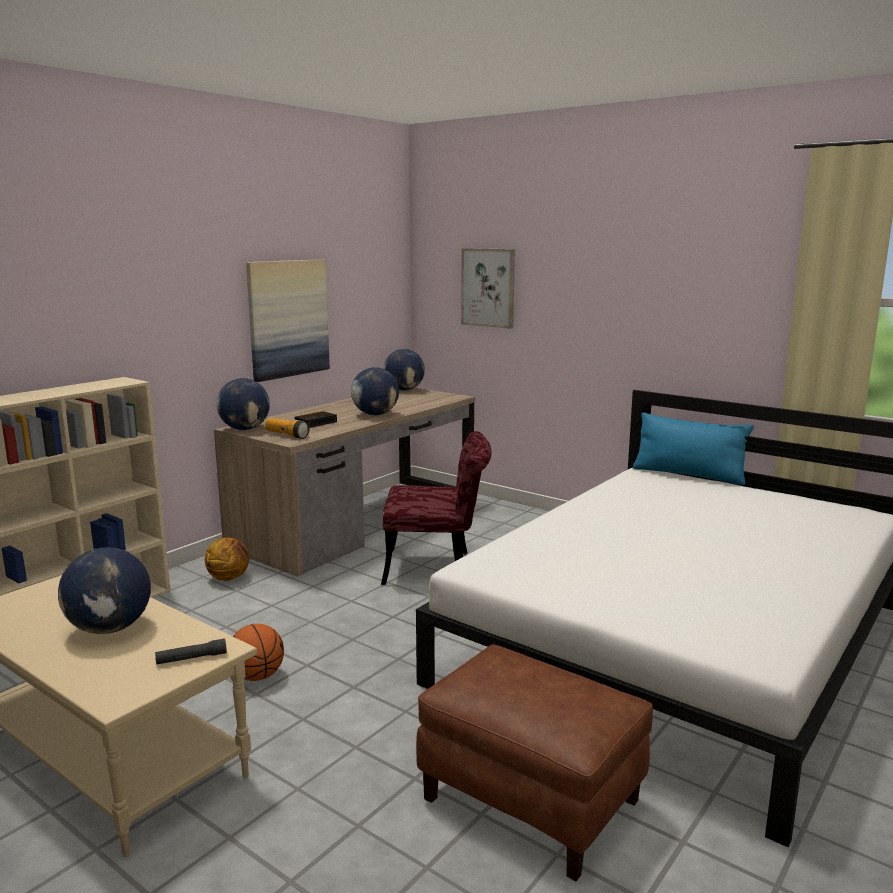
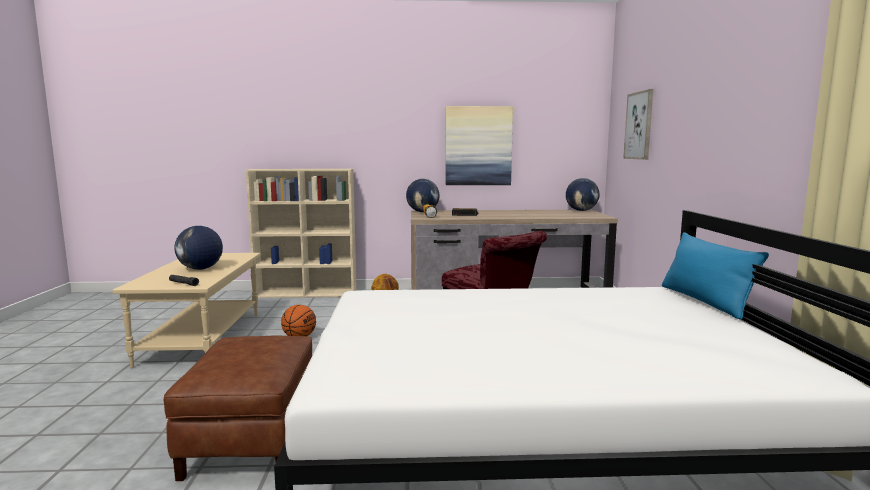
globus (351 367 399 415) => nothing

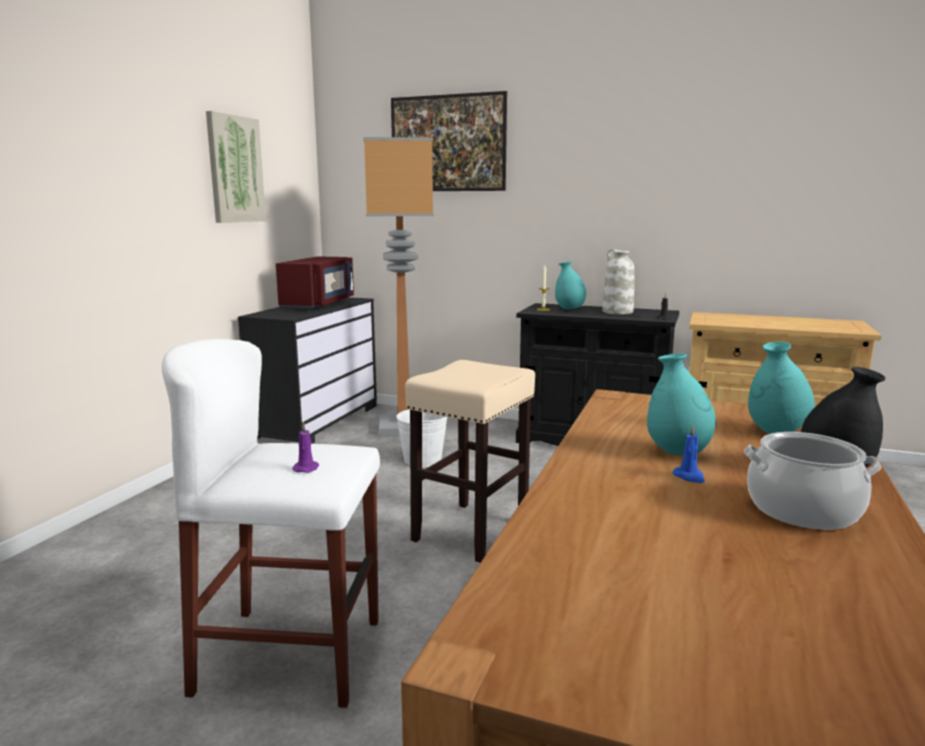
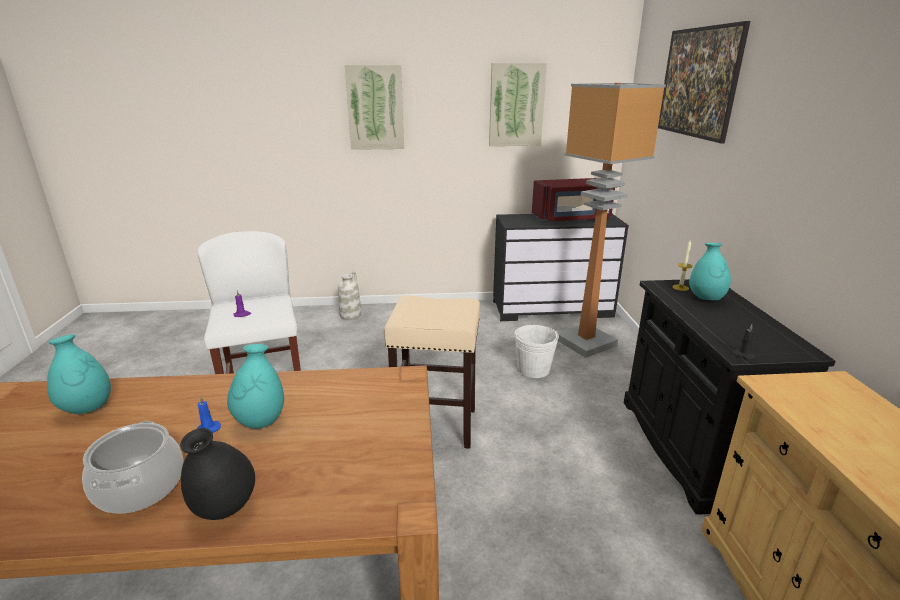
wazon/biały (602 248 635 314) => wazon/biały (338 271 361 320), move
wazon/turkusowy (748 342 815 434) => wazon/turkusowy (47 334 111 414), move
nothing => obraz (345 65 404 150)

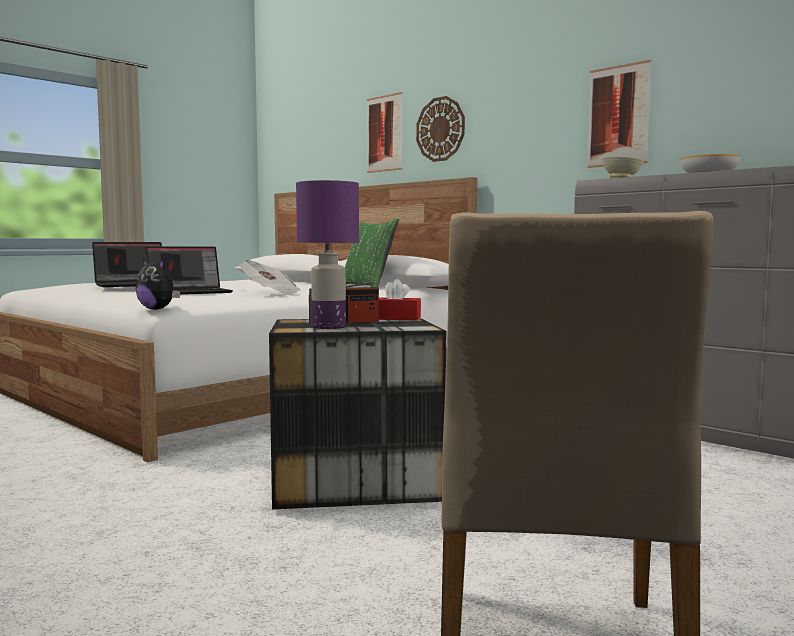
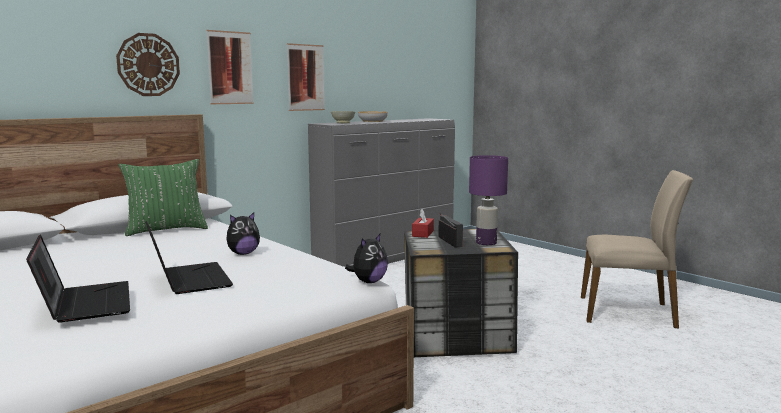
gazeta (240 260 301 296) => pluszak (226 212 260 255)
obraz (367 92 402 173) => obraz (206 30 254 104), move

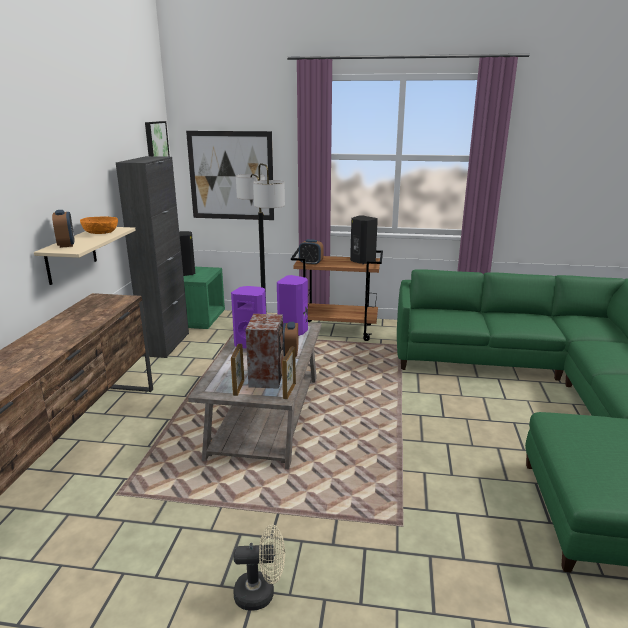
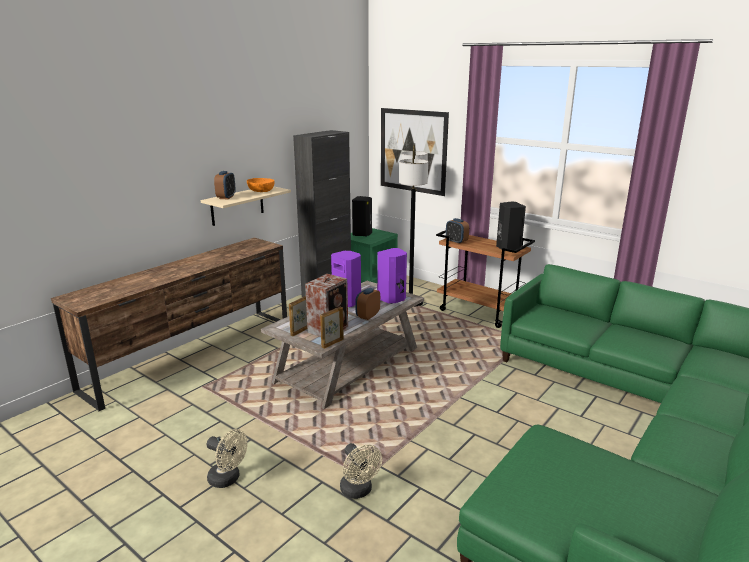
obraz (145 121 170 157) => nothing
nothing => wentylator/beżowy (340 443 382 499)

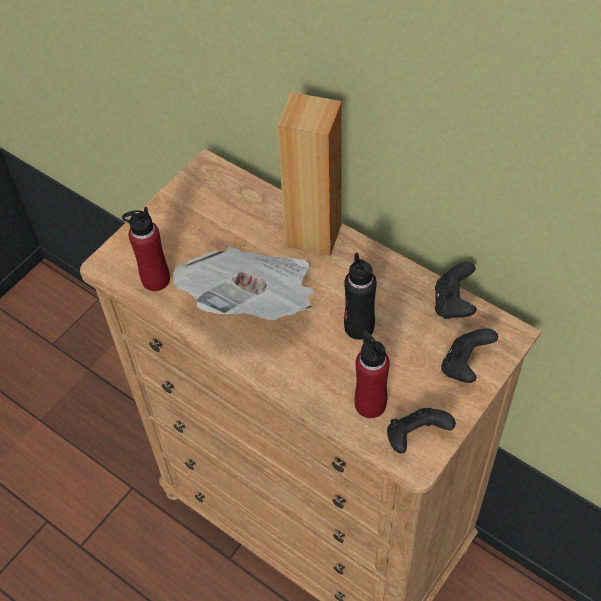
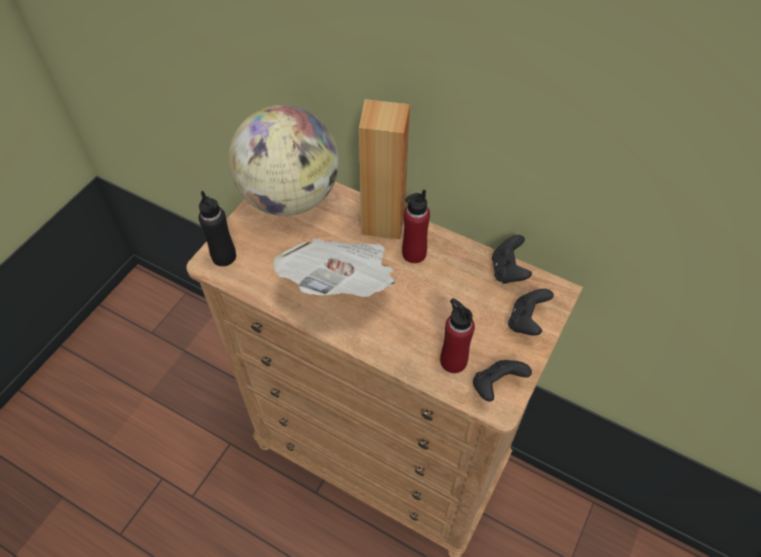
butelka/czerwony (122 207 170 291) => butelka/czerwony (402 189 430 263), move
butelka/czarny (344 253 377 340) => butelka/czarny (198 191 236 266), move
nothing => globus (228 105 339 216)

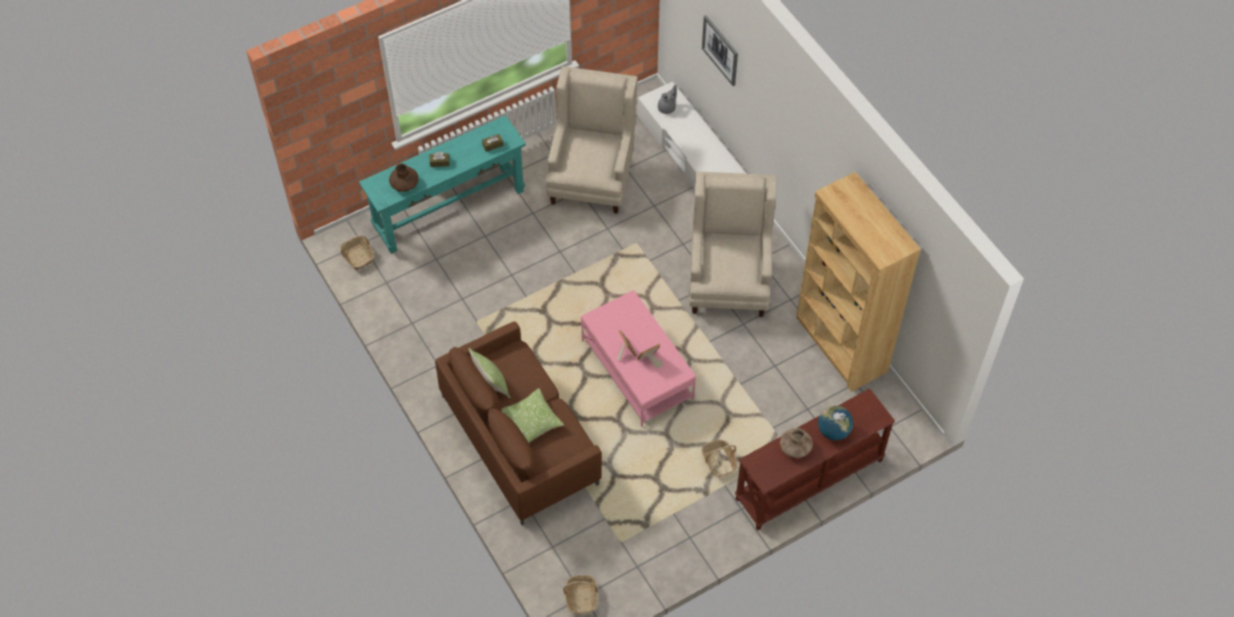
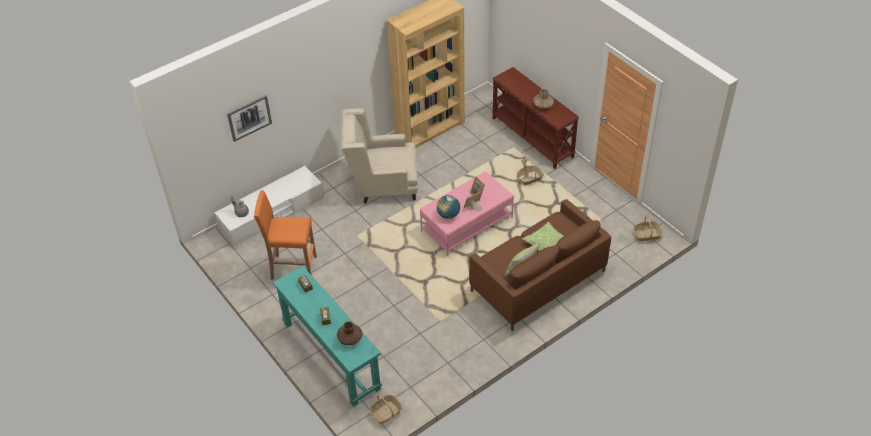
fotel/beżowy (546 66 638 214) => stołek/pomarańczowy (254 190 317 280)
globus (818 406 853 440) => globus (437 195 460 219), move

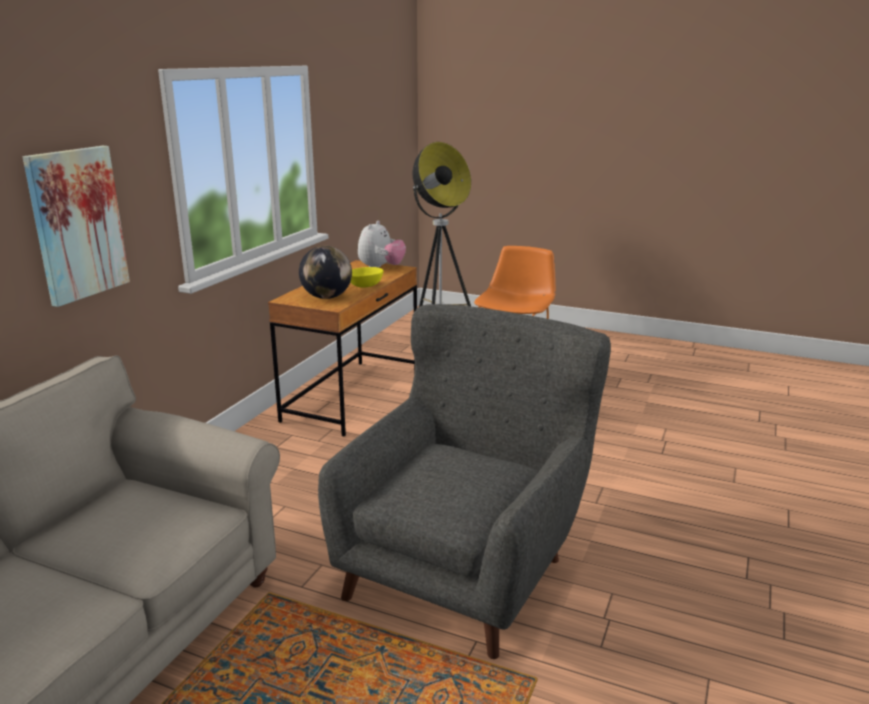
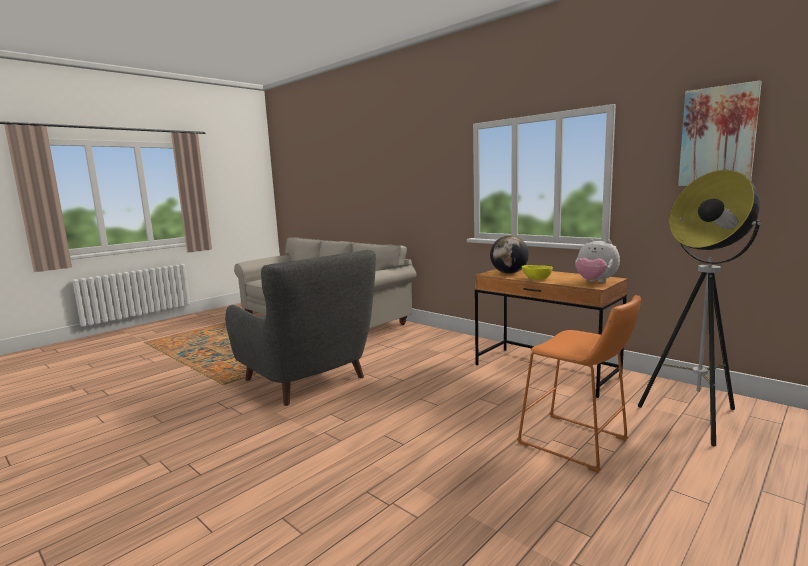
obraz (23 146 130 307) => obraz (678 80 762 186), move

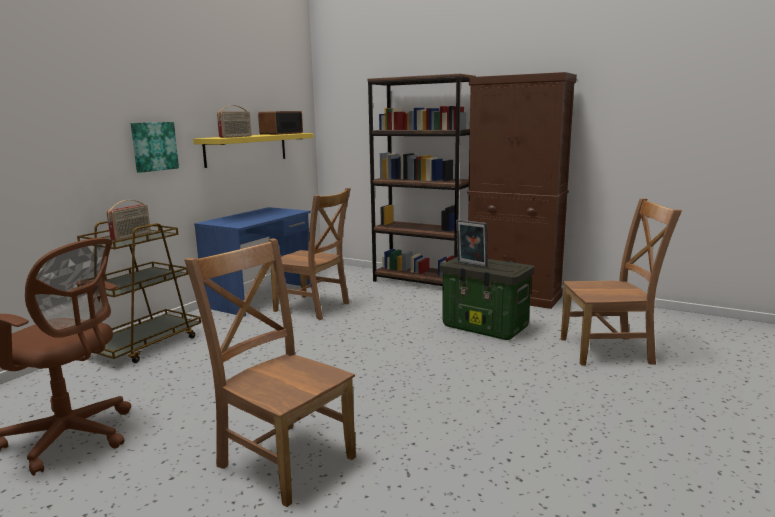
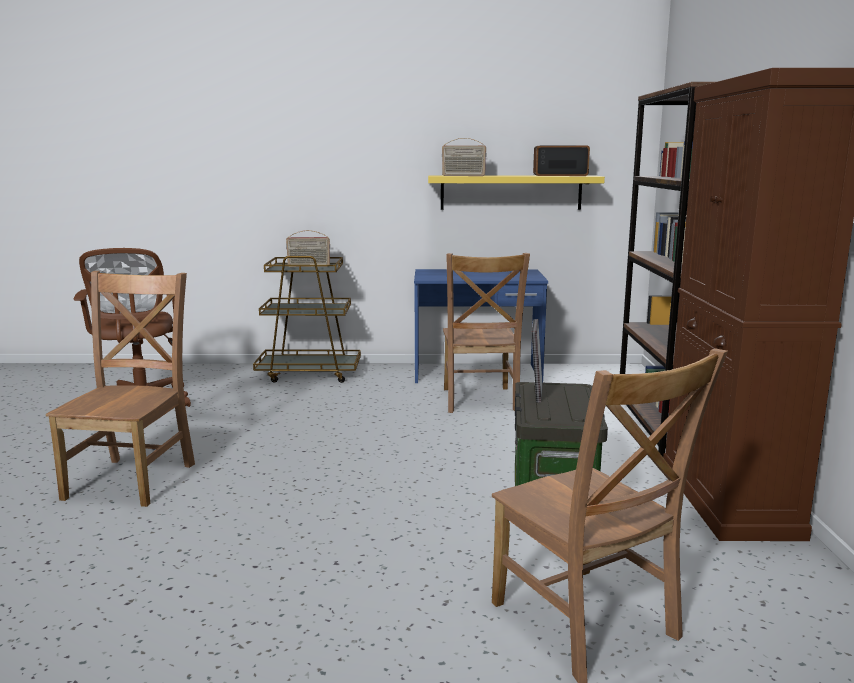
obraz (131 122 179 173) => nothing

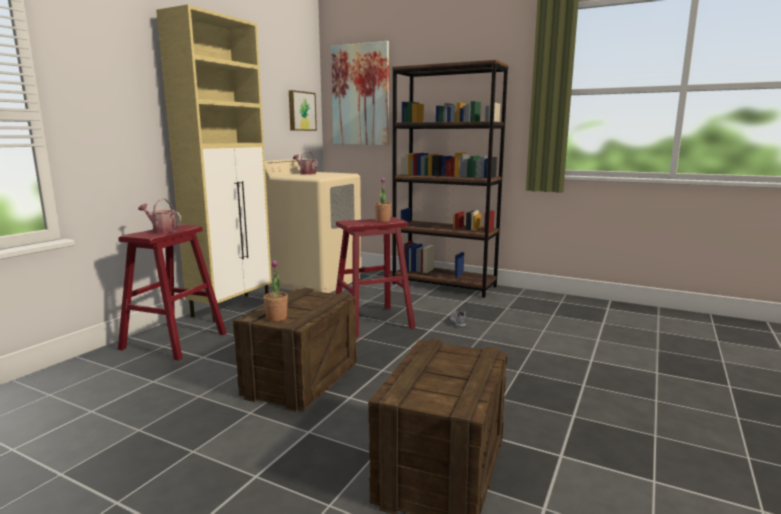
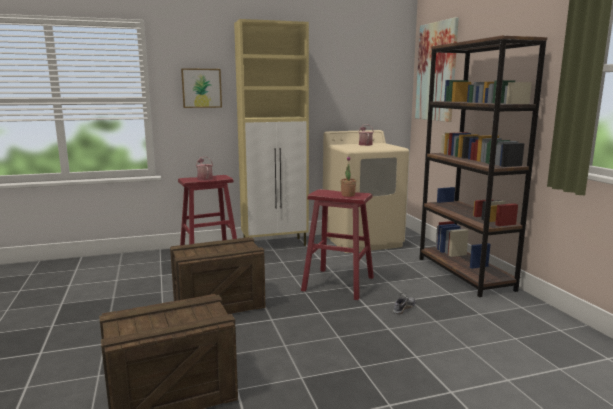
roślina doniczkowa (263 260 288 322) => nothing
obraz (289 90 317 131) => obraz (181 68 222 108), move

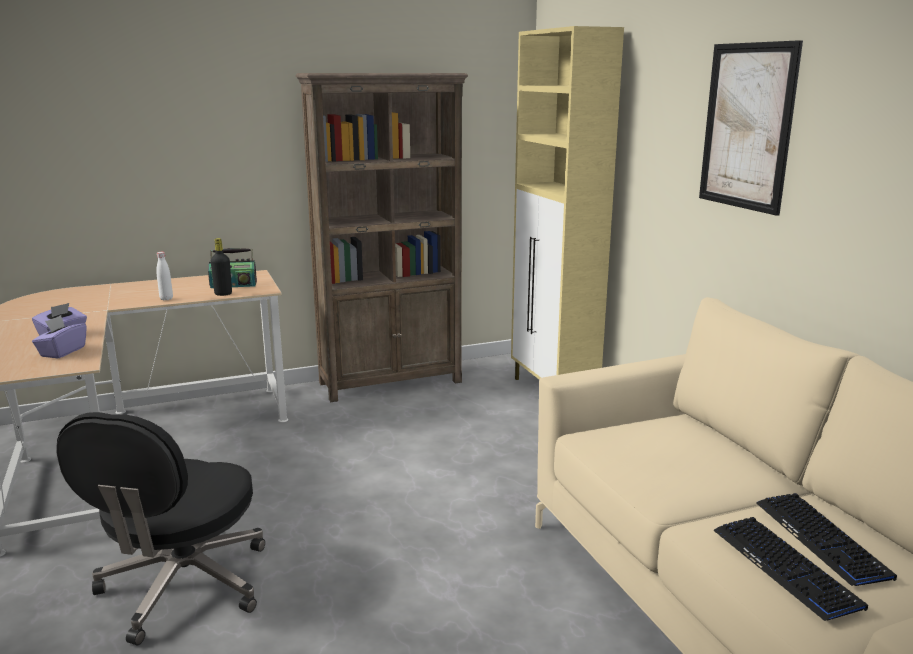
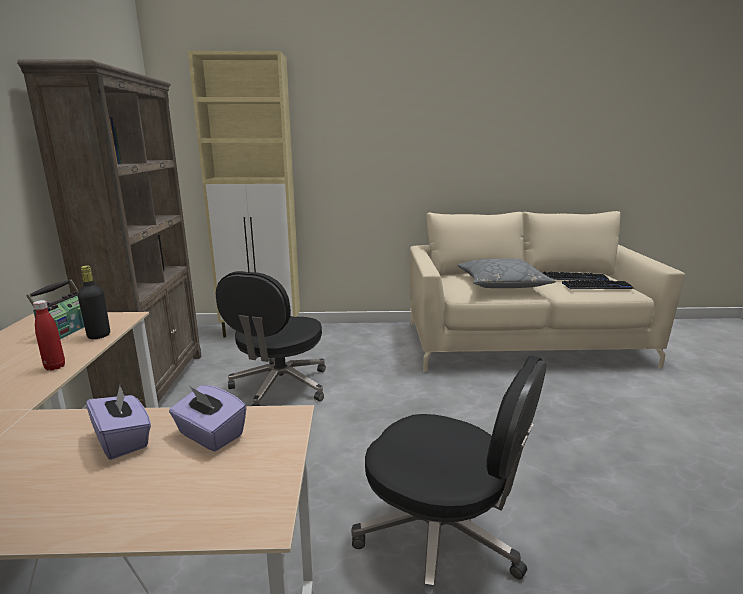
butelka/biały (156 252 173 300) => butelka/czerwony (33 300 65 371)
obraz (699 40 803 216) => nothing
nothing => krzesło biurowe/czarny (216 271 326 406)
nothing => poduszka/szary (457 259 556 288)

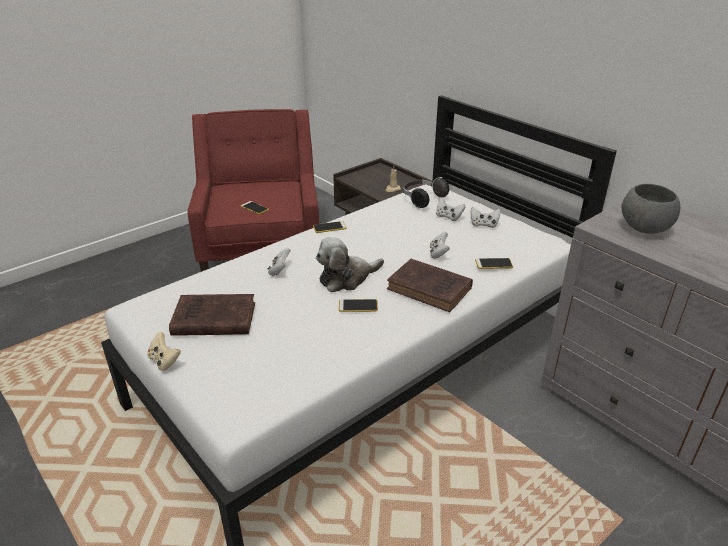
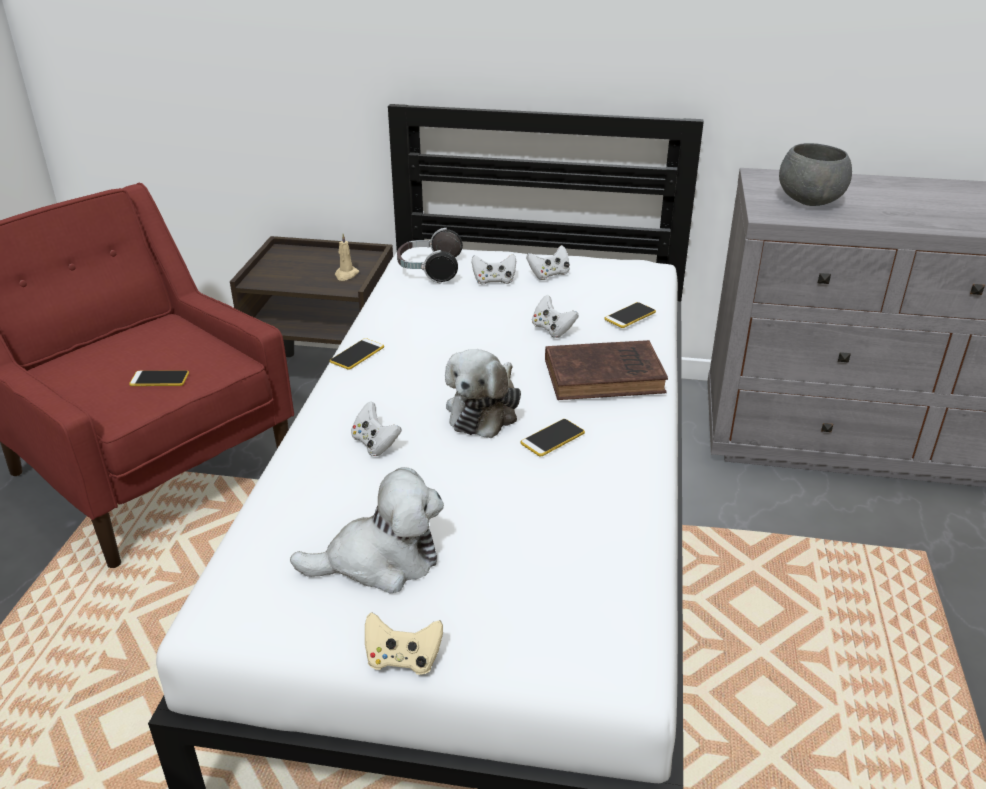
książka/brązowy (169 294 255 336) => pluszak (290 467 444 594)

